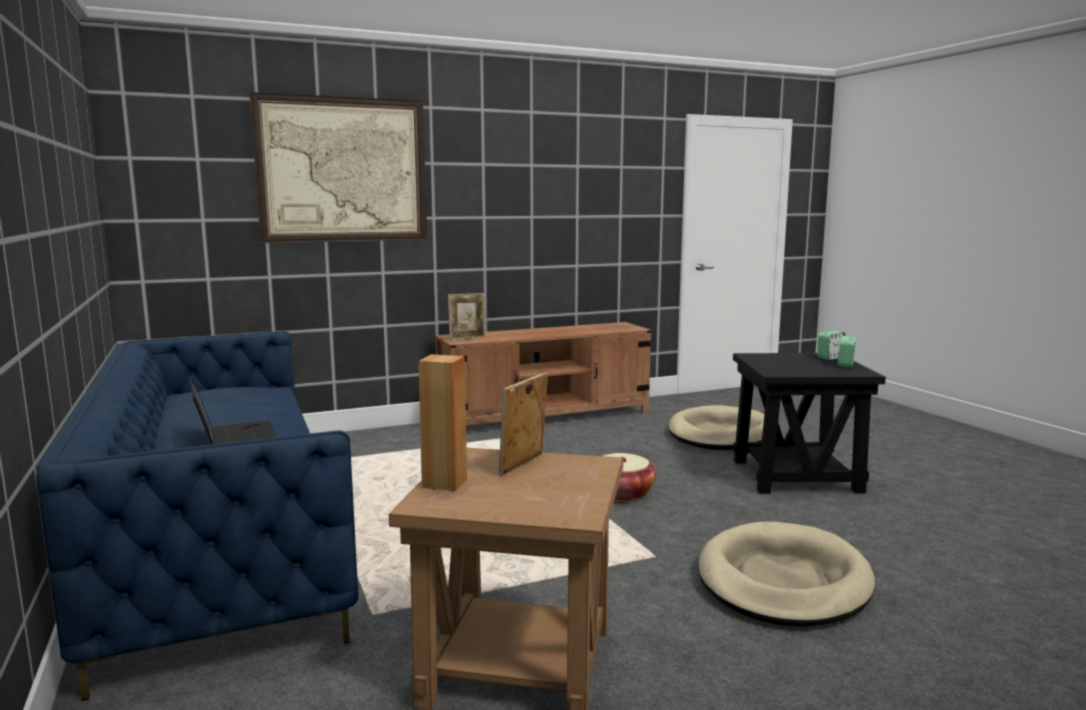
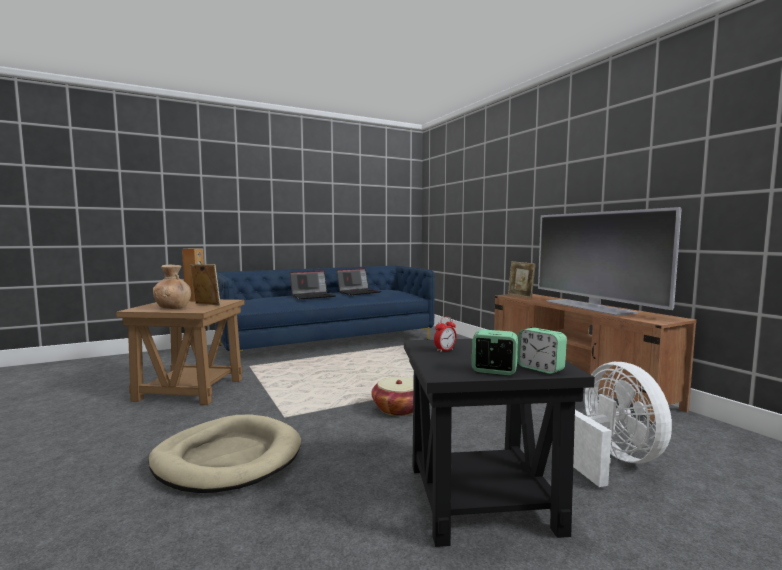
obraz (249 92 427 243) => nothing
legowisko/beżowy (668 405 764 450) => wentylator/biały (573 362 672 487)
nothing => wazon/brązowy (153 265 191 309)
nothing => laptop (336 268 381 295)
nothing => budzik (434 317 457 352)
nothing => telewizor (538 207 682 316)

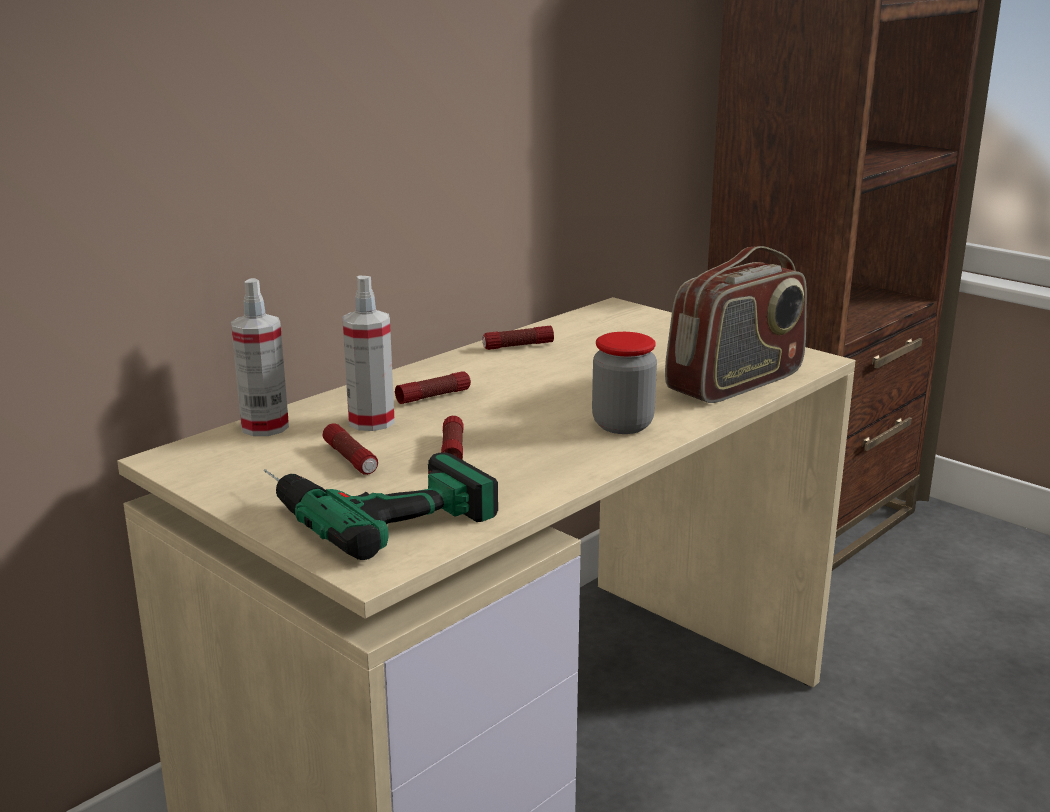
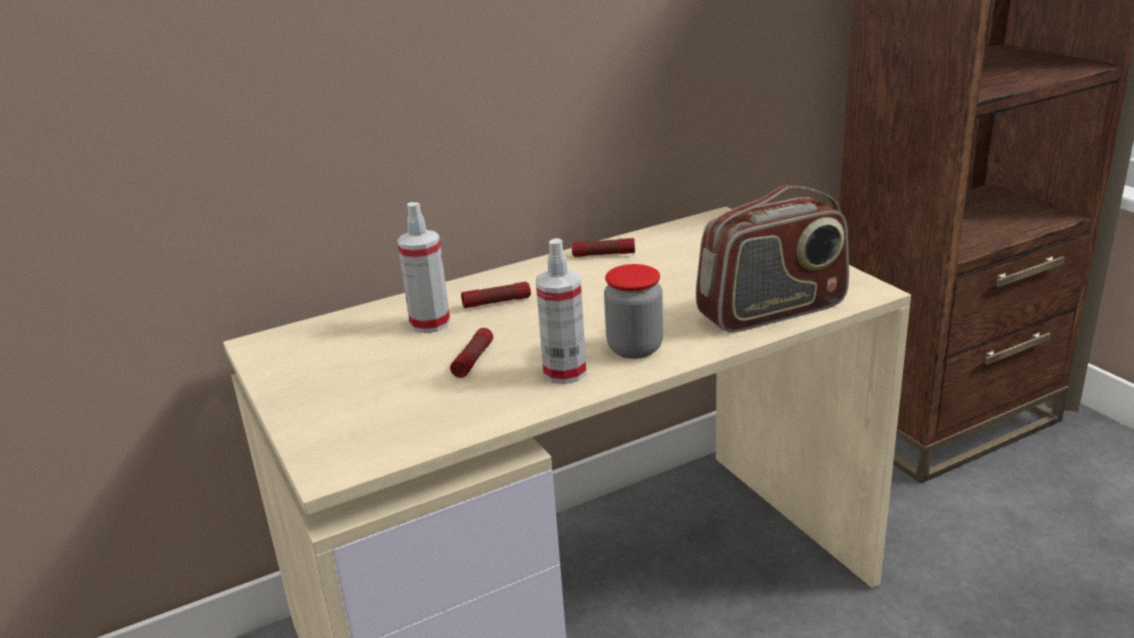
spryskiwacz (231 278 289 436) => spryskiwacz (536 238 586 384), move
wiertarka (264 453 498 560) => nothing
latarka (323 423 378 475) => nothing

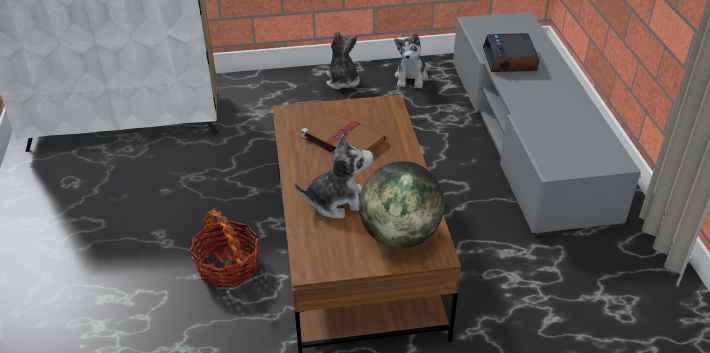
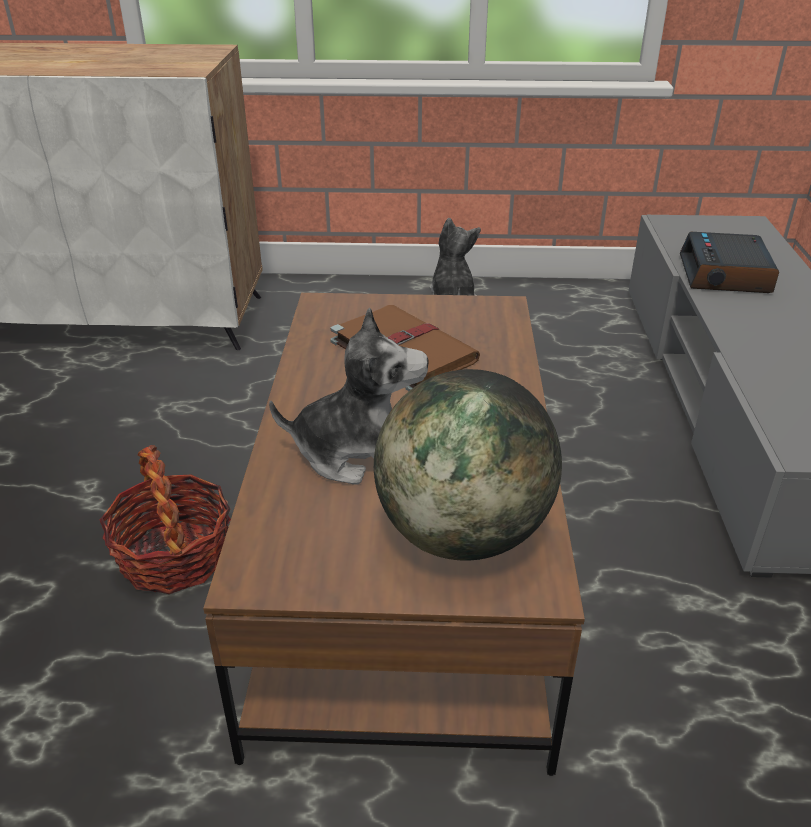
pluszak (395 33 428 89) => nothing

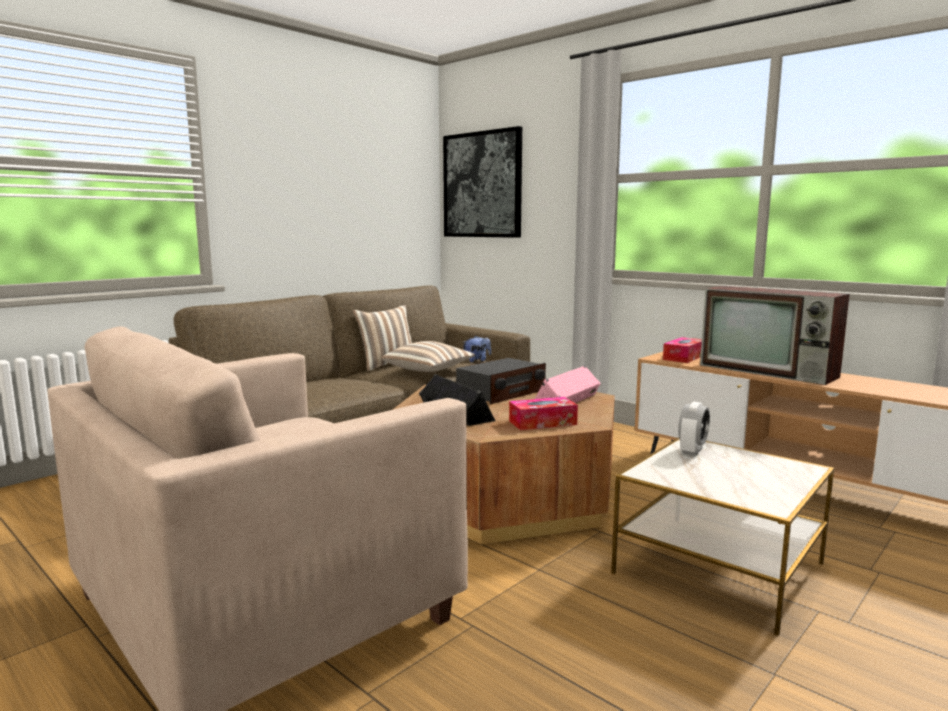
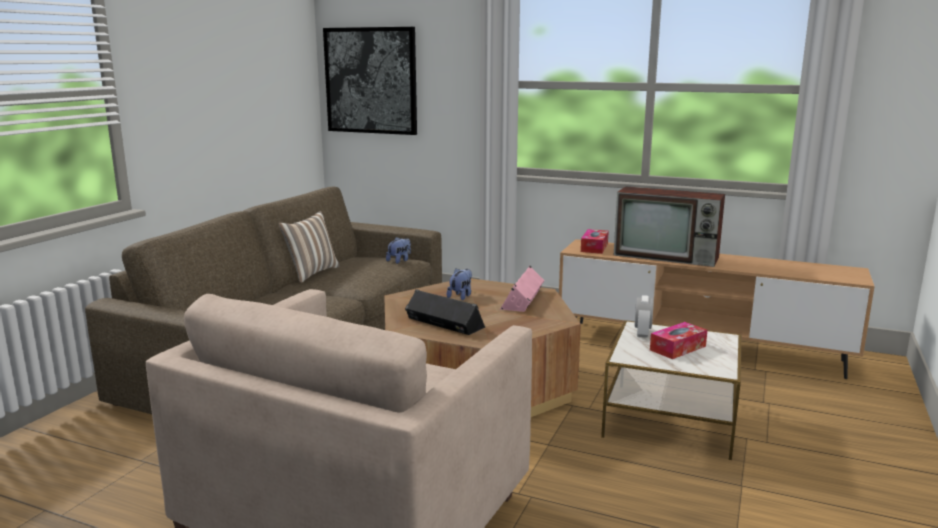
poduszka (381 341 475 372) => nothing
radio (456 358 546 404) => pluszak (447 268 472 300)
pudełko chusteczek (509 397 578 430) => pudełko chusteczek (650 322 708 359), move

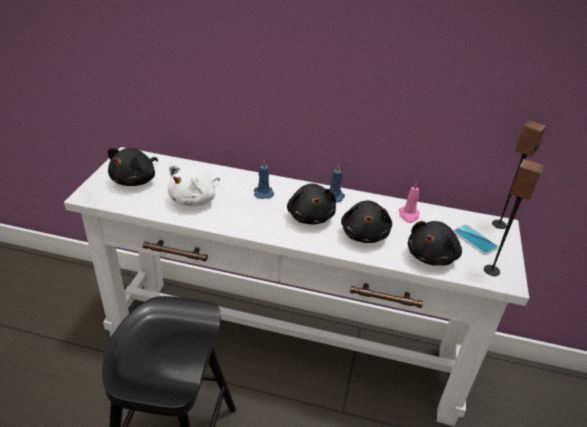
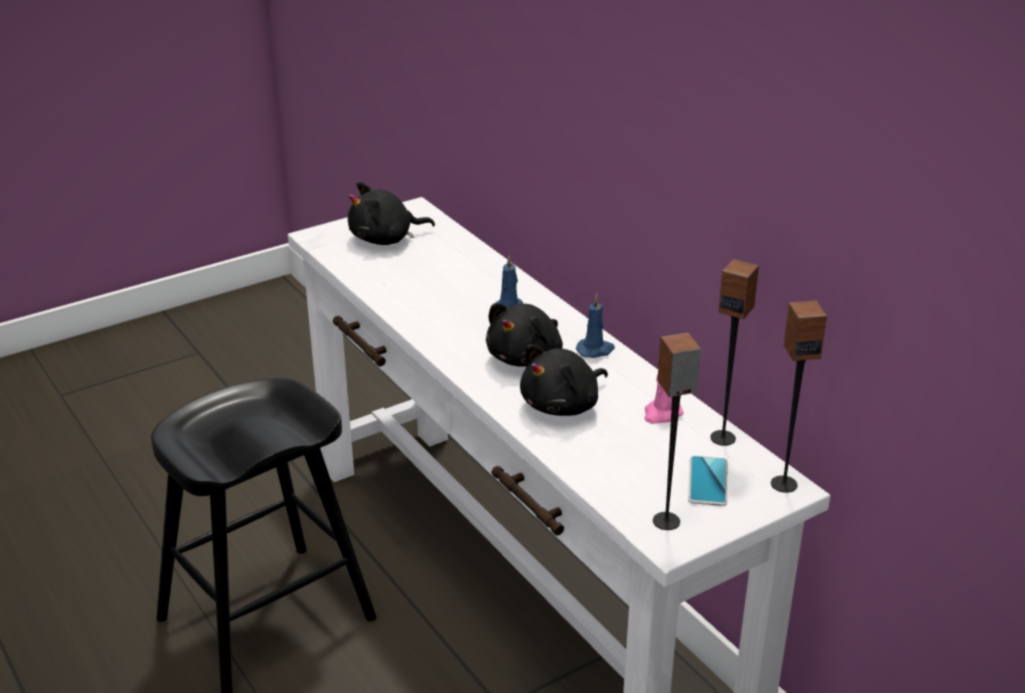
pluszak/biały (168 165 220 206) => nothing
pluszak/czarny (408 221 462 266) => nothing
nothing => głośnik (710 259 759 446)

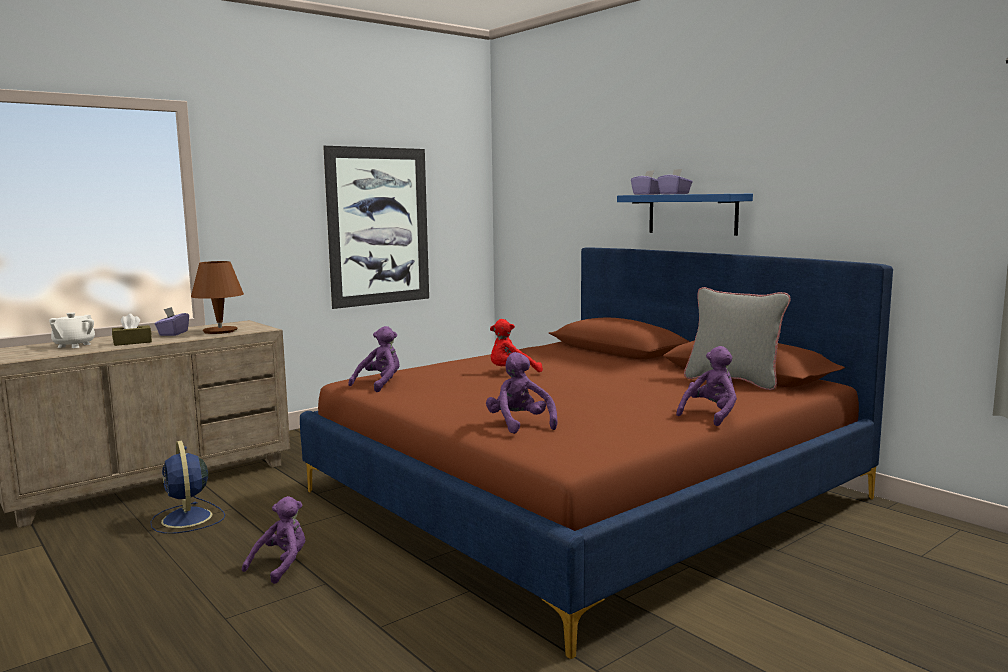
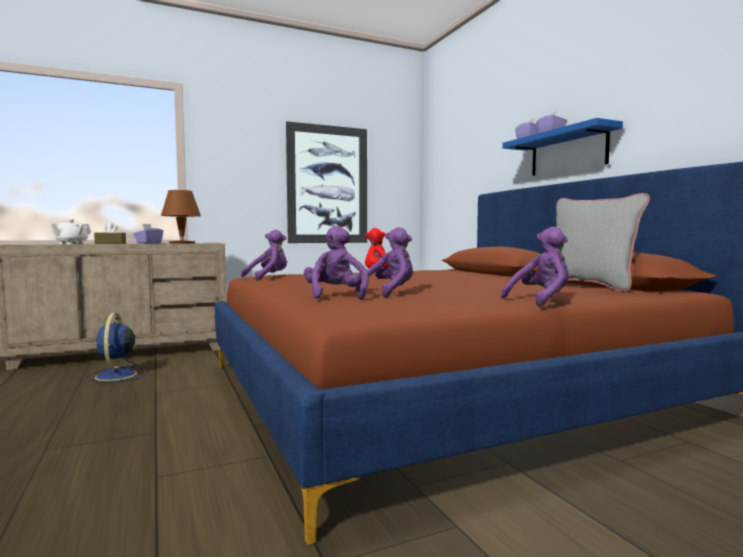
pluszak/fioletowy (242 496 305 584) => pluszak/fioletowy (355 227 413 297), move

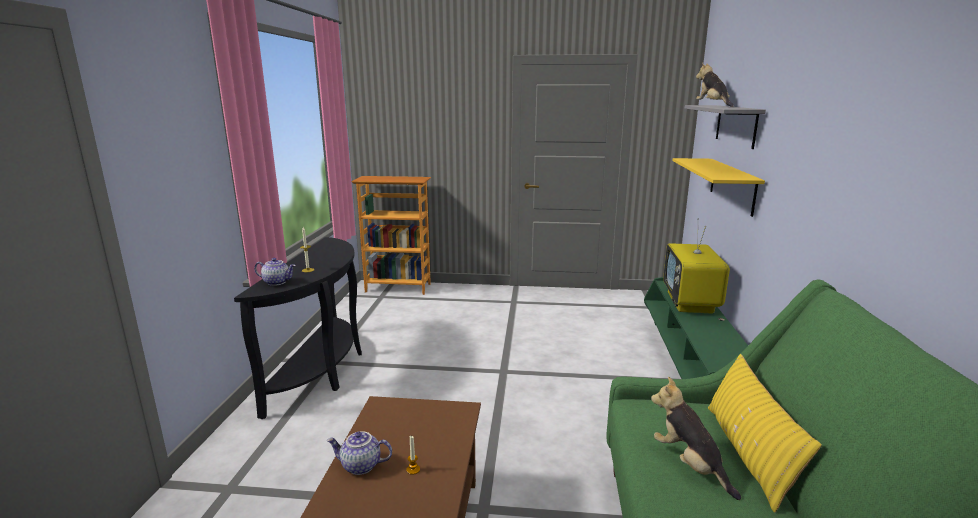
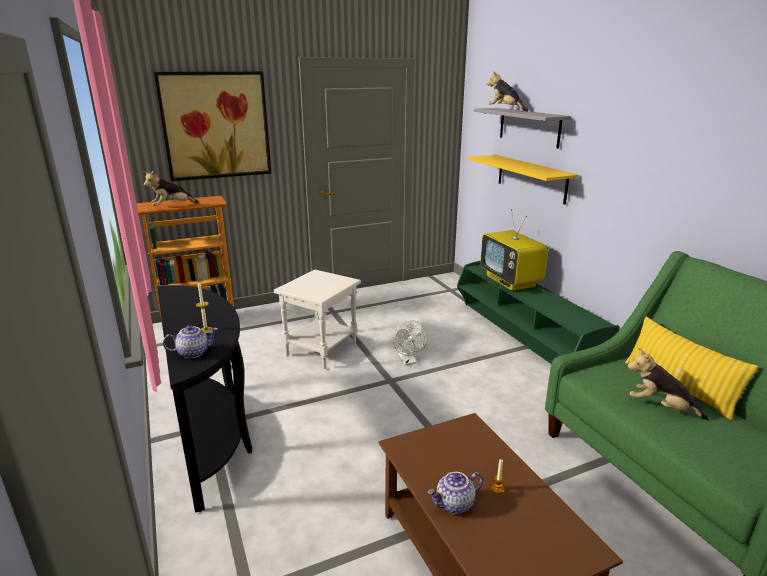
nothing => pluszak (143 170 199 206)
nothing => obraz (154 71 271 181)
nothing => stolik/biały (274 270 361 369)
nothing => wentylator/biały (393 320 428 365)

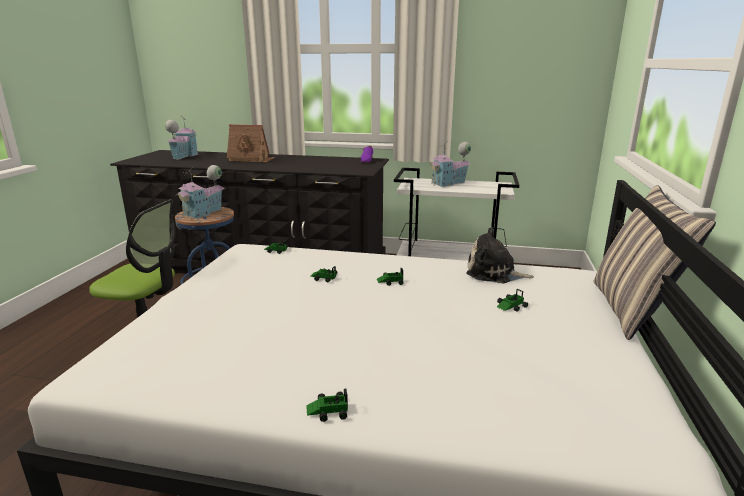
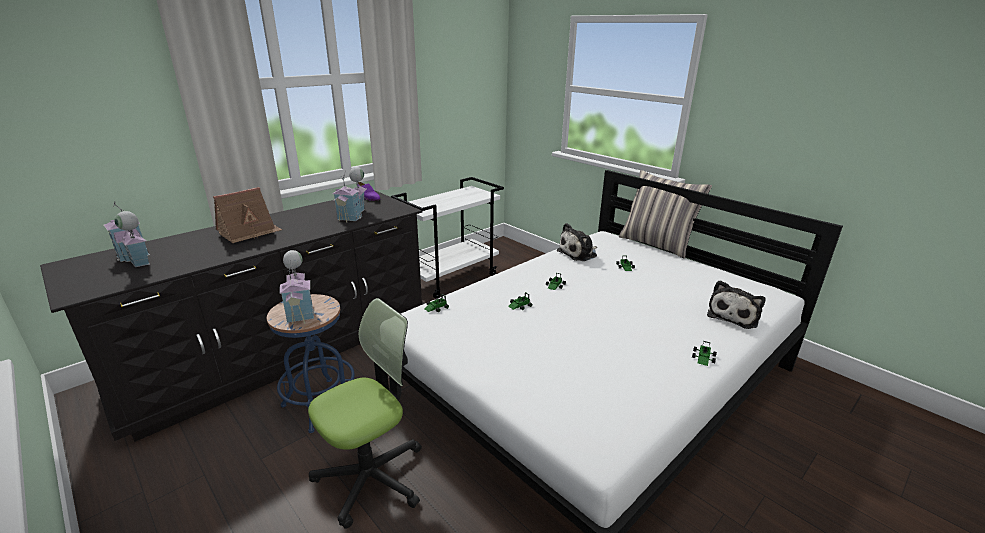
domek (430 142 471 187) => domek (333 167 366 223), move
nothing => pluszak (707 280 766 329)

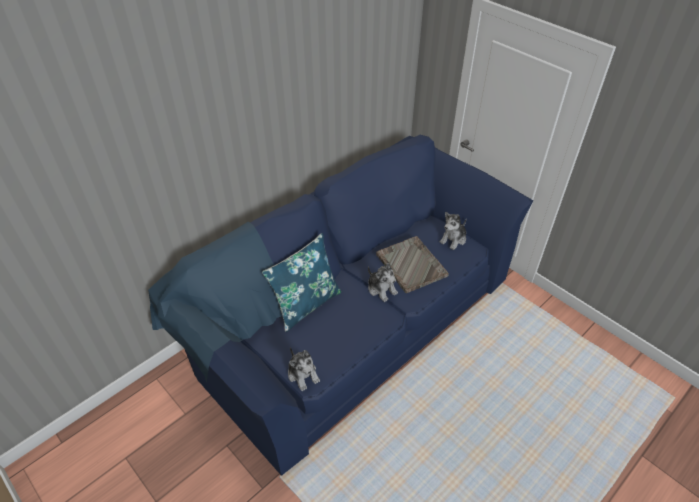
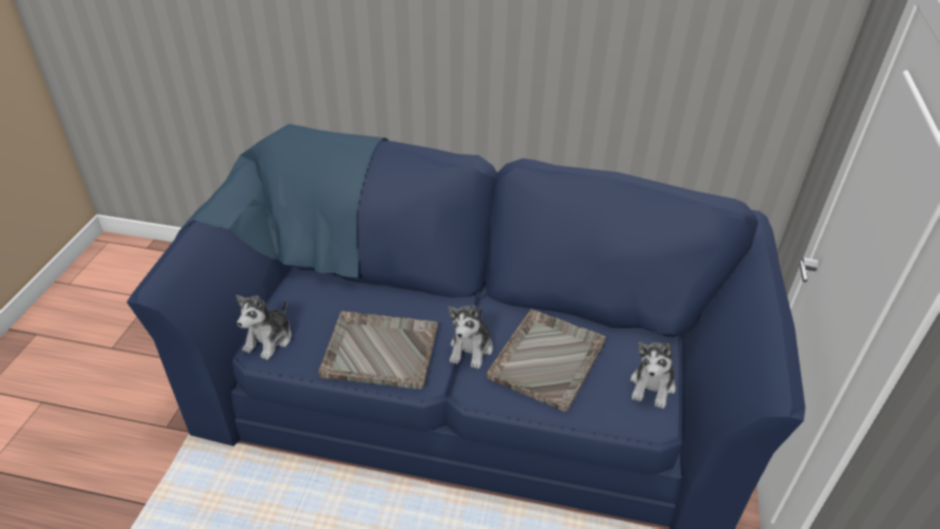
poduszka/niebieski (262 233 341 332) => nothing
pluszak (440 212 466 250) => pluszak (630 342 676 409), 75 degrees counterclockwise
nothing => taca/szary (318 311 438 390)

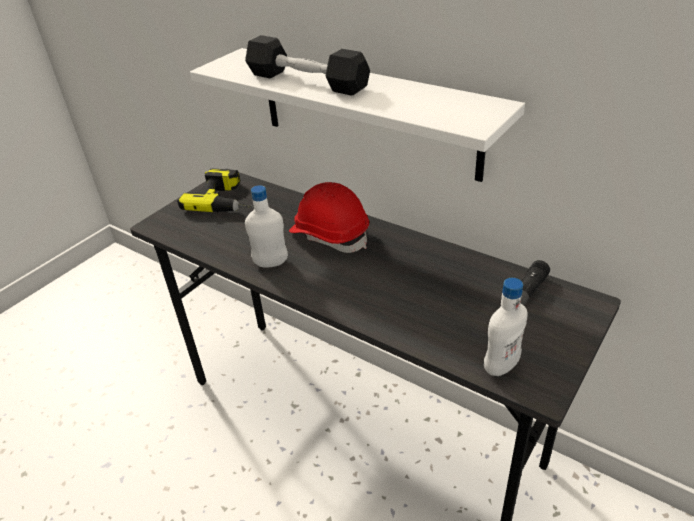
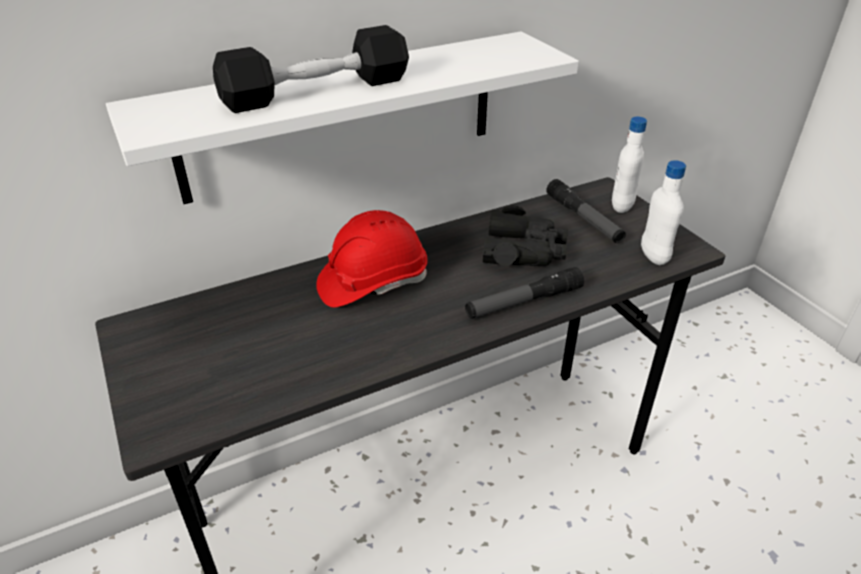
wiertarka (177 169 254 212) => nothing
butelka/biały (245 185 288 268) => butelka/biały (612 116 647 213), move
nothing => latarka (465 267 584 319)
nothing => lornetka/czarny (482 206 568 266)

